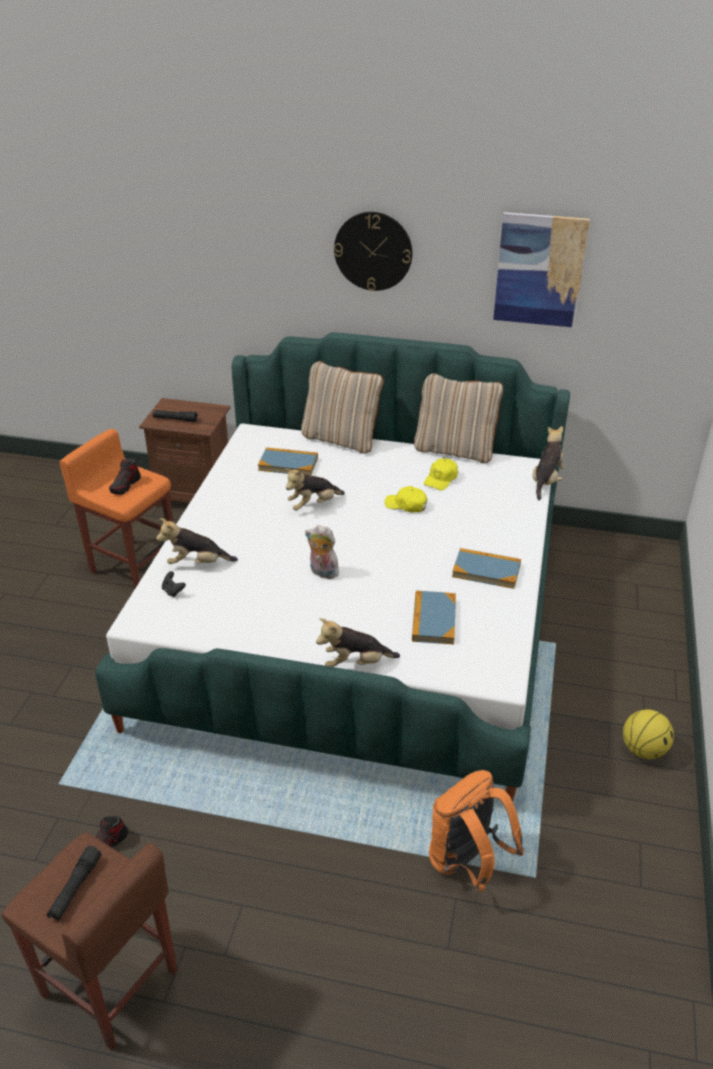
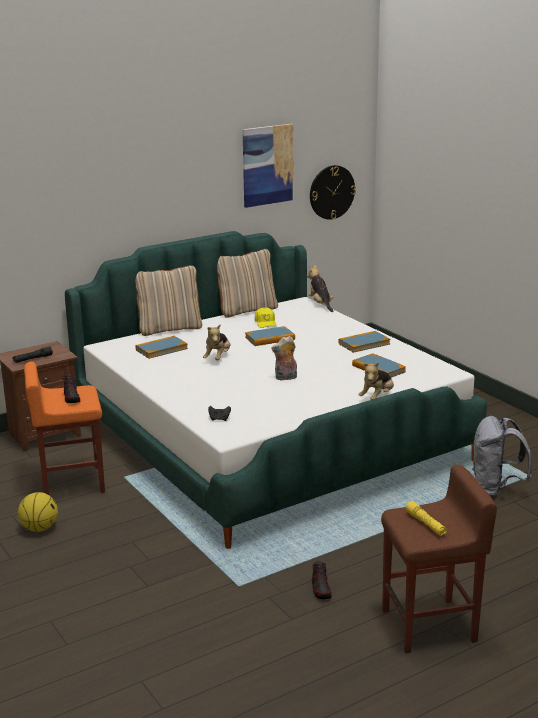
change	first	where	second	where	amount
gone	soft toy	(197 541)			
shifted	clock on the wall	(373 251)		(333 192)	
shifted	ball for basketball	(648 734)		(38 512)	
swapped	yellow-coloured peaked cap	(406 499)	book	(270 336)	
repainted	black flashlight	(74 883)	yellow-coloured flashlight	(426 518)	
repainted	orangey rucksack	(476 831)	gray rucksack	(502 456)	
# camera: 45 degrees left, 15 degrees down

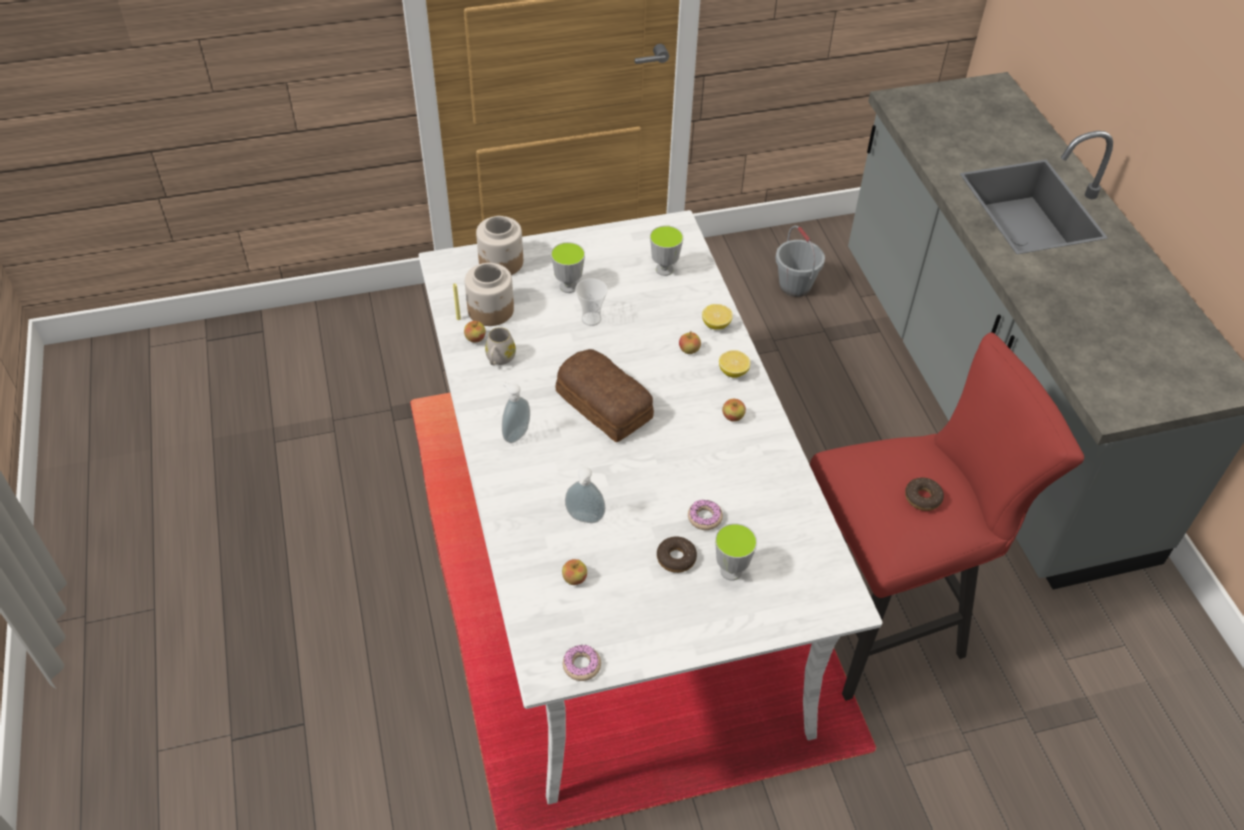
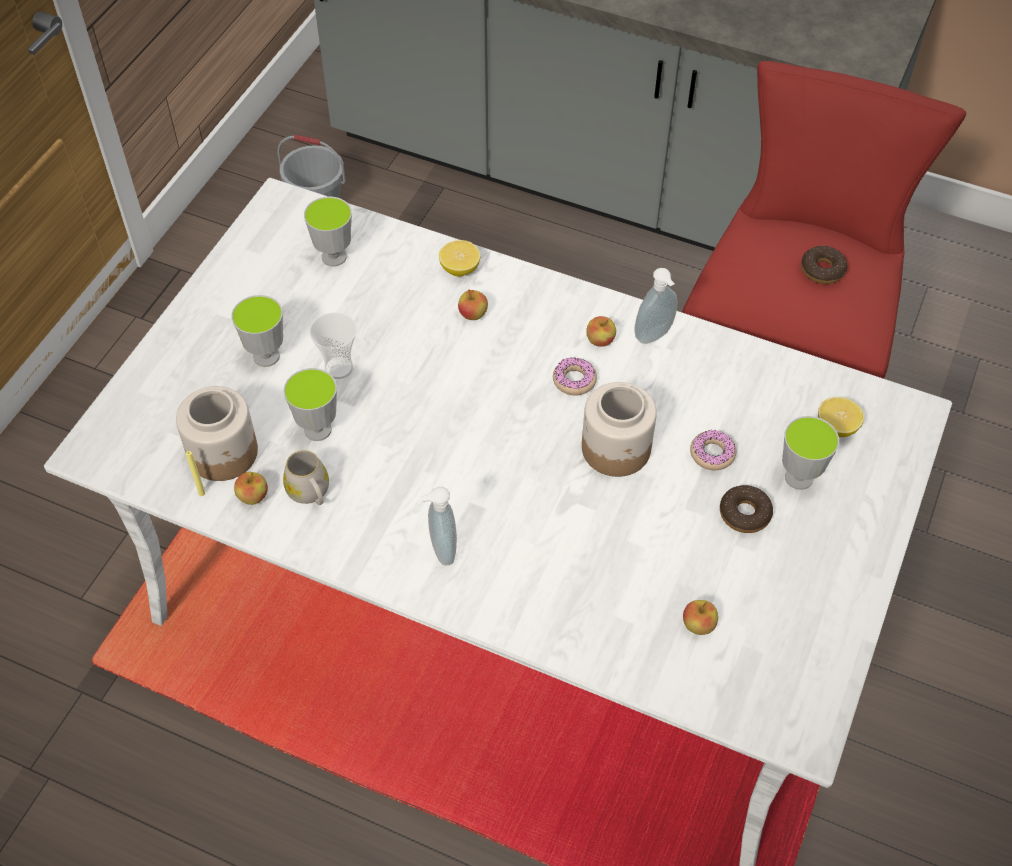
change	first	where	second	where	amount
gone	bread	(605 395)			
new			small cup	(310 404)	
shifted	storage jar	(499 245)		(619 429)	
shifted	doughnut	(582 663)		(575 376)	
shifted	liquid soap bottle	(585 495)		(655 306)	
shifted	whole lemon	(734 364)		(841 417)	
# camera: 50 degrees left, 5 degrees up

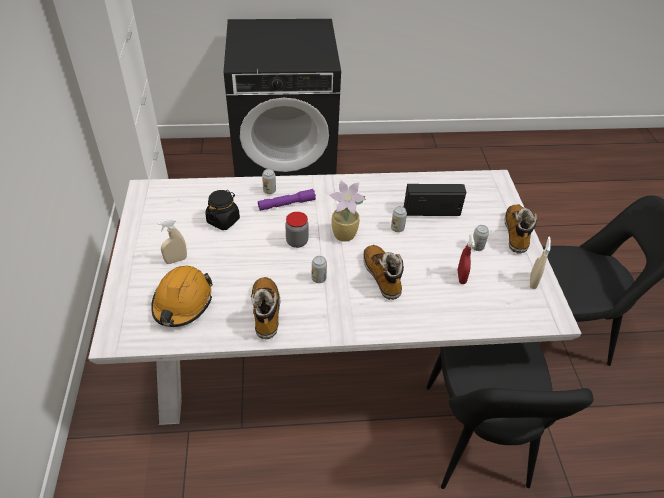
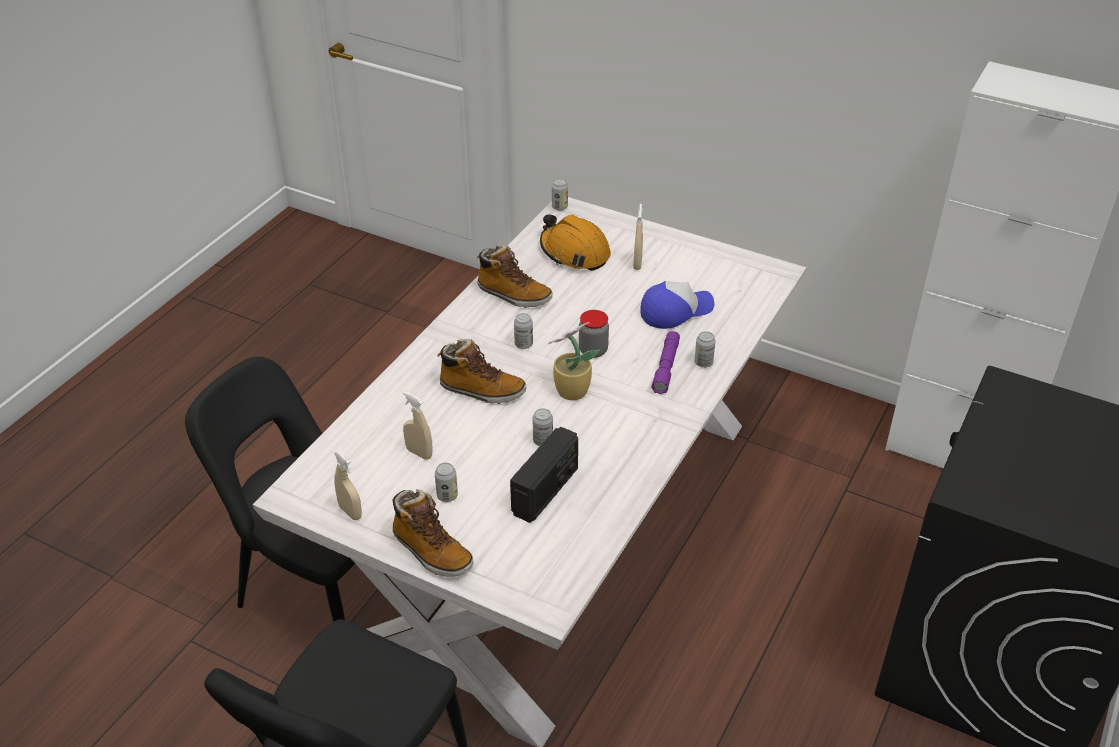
change	first	where	second	where	amount
new			can	(560 195)	
swapped	black storage jar	(222 210)	peaked cap	(677 305)	
repainted	red spray bottle	(466 259)	beige spray bottle	(417 425)	
# camera: 125 degrees right, 5 degrees down

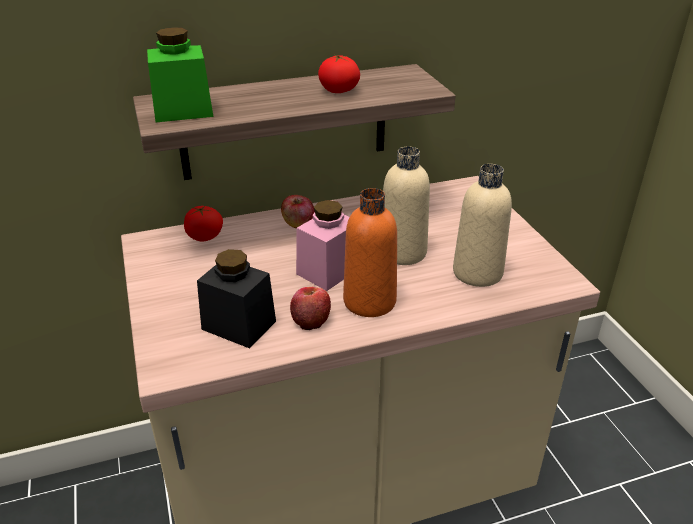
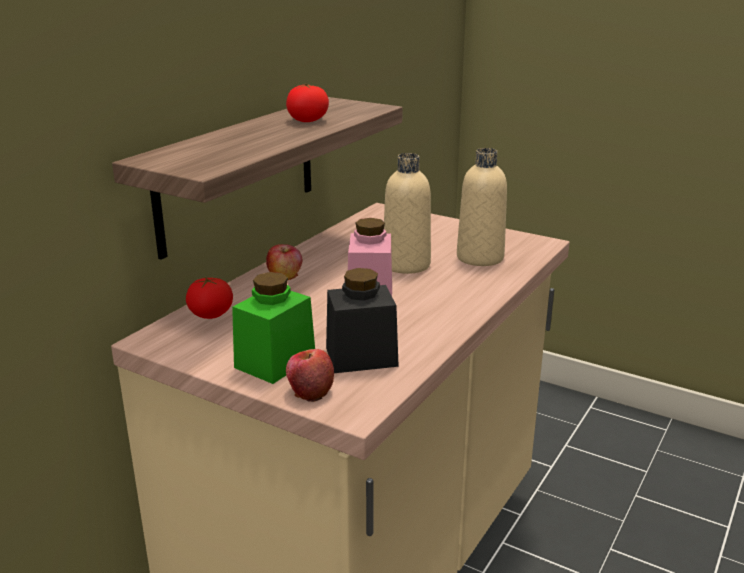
change	first	where	second	where	amount
gone	orangey bottle	(370 252)			
shifted	green-coloured storage jar	(180 74)		(273 328)	
shifted	apple fruit	(310 308)		(310 375)	
# camera: 40 degrees left, 10 degrees down

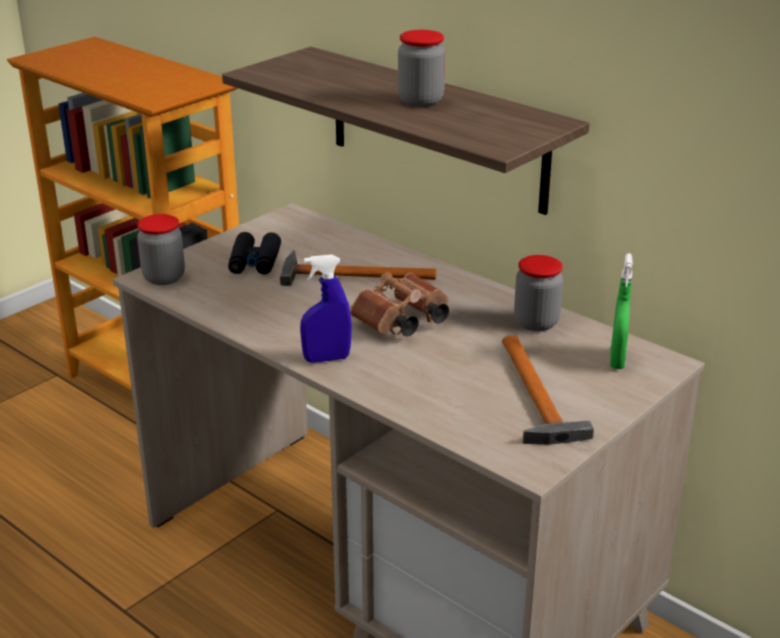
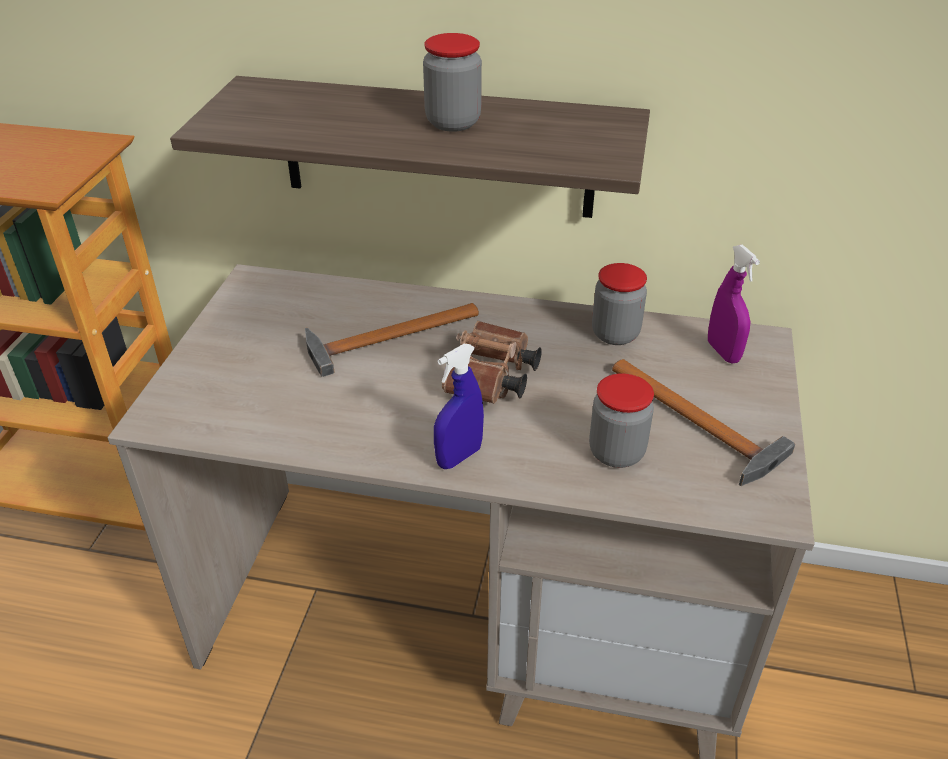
change	first	where	second	where	amount
gone	black field glasses	(254 253)			
shifted	storage jar	(161 249)		(621 420)	
repainted	green-coloured spray bottle	(621 311)	purple-coloured spray bottle	(734 303)	
# camera: 30 degrees left, 10 degrees up

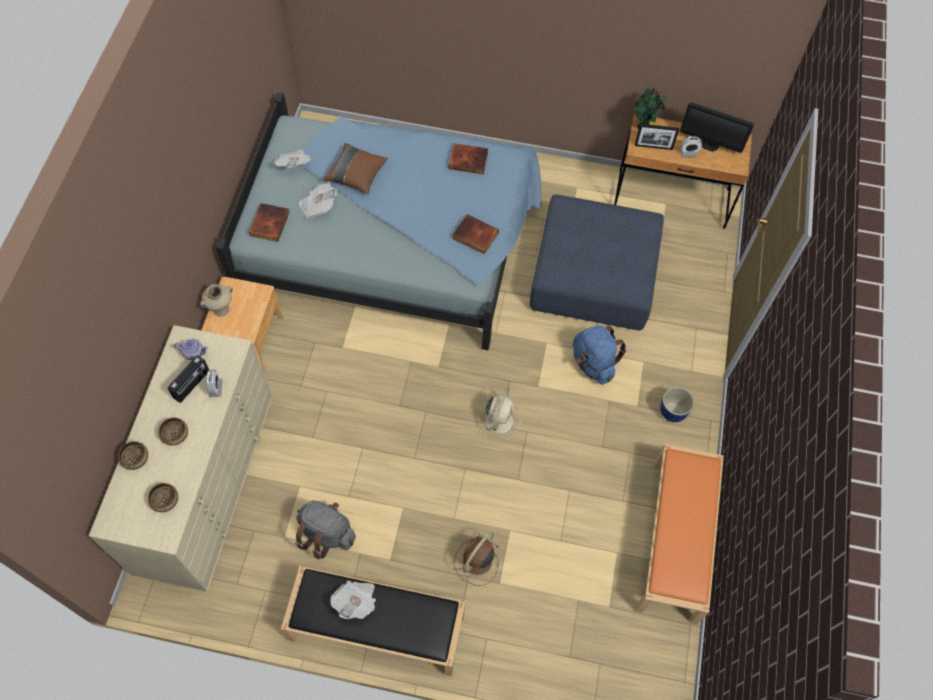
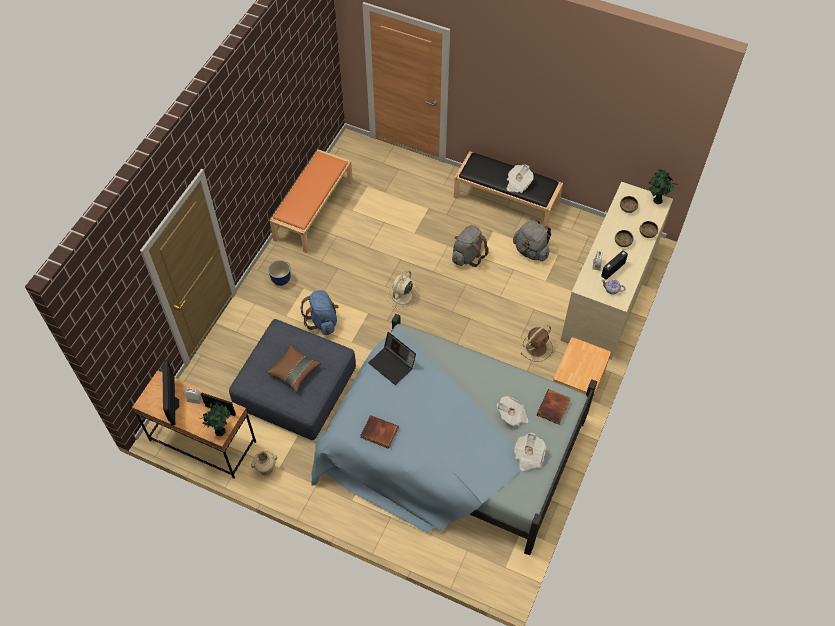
change	first	where	second	where	amount
new			gray rucksack	(470 246)	
new			houseplant	(663 186)	
shifted	beige vase	(216 300)		(264 463)	
shifted	brown throw pillow	(355 169)		(294 368)	
shifted	brown cooling fan	(476 559)		(537 343)	
swapped	book	(475 234)	laptop	(392 358)	
rotated	computer display	(717 127)		(170 392)	45 degrees clockwise
# camera: 165 degrees left, 5 degrees down

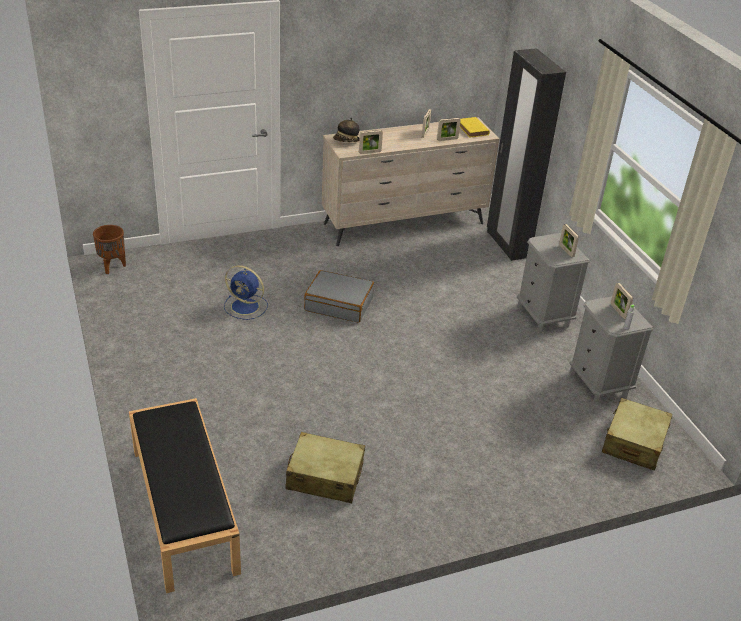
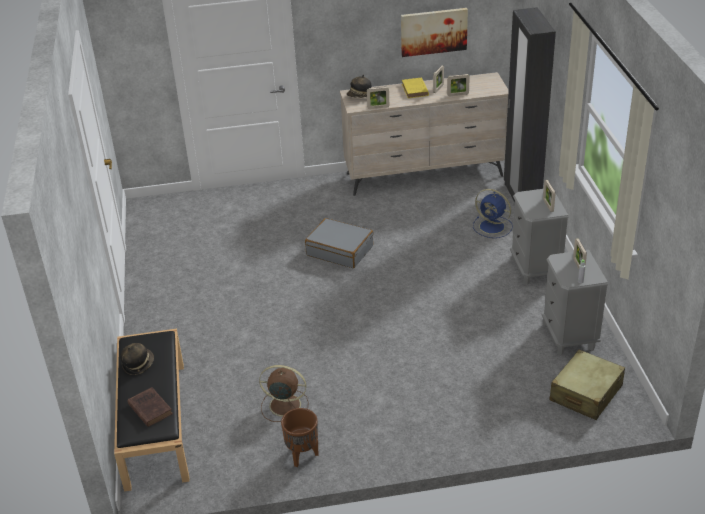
change	first	where	second	where	amount
new			wearable hat	(137 359)	
new			brown book	(150 407)	
new			wall picture	(434 32)	
shifted	brown planter	(109 249)		(299 437)	
shifted	blue cooling fan	(246 292)		(493 213)	
shifted	yellow-coloured book	(475 127)		(415 88)	
swapped	beige travel case	(325 467)	brown cooling fan	(284 393)	
# camera: 15 degrees right, 0 degrees up

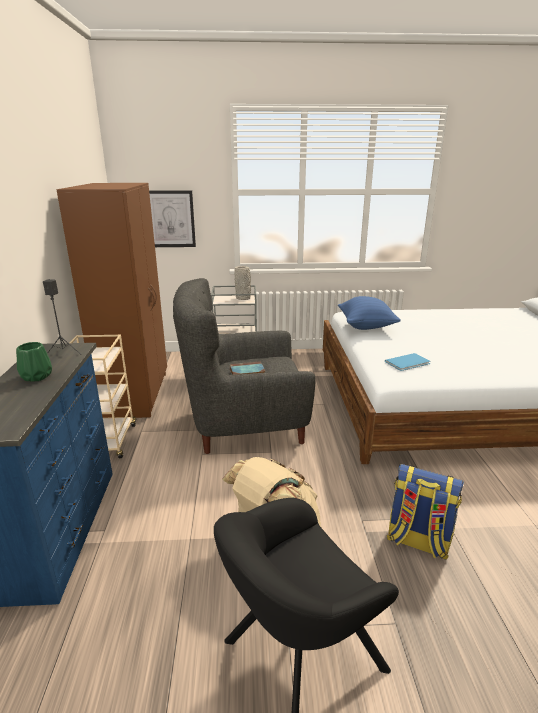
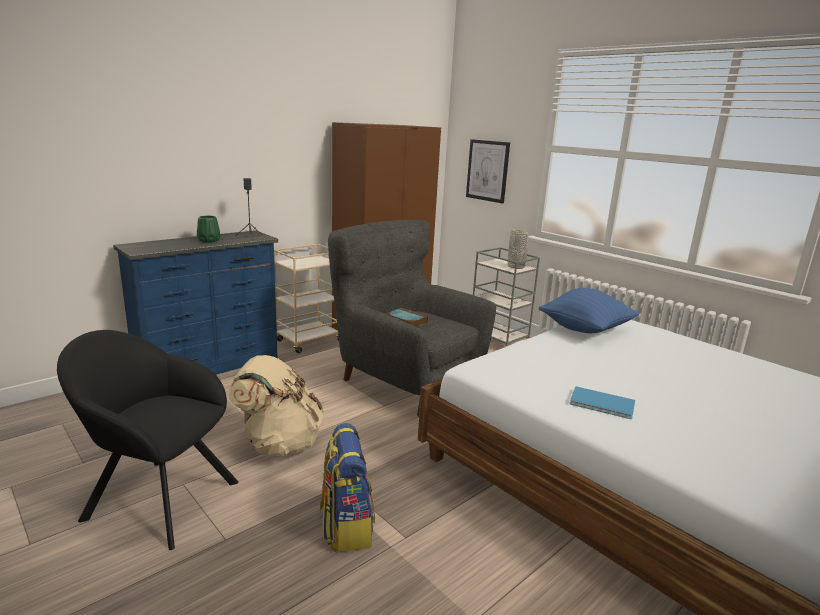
change	first	where	second	where	amount
shifted	blue book	(408 362)		(602 402)	
# camera: 50 degrees right, 5 degrees down

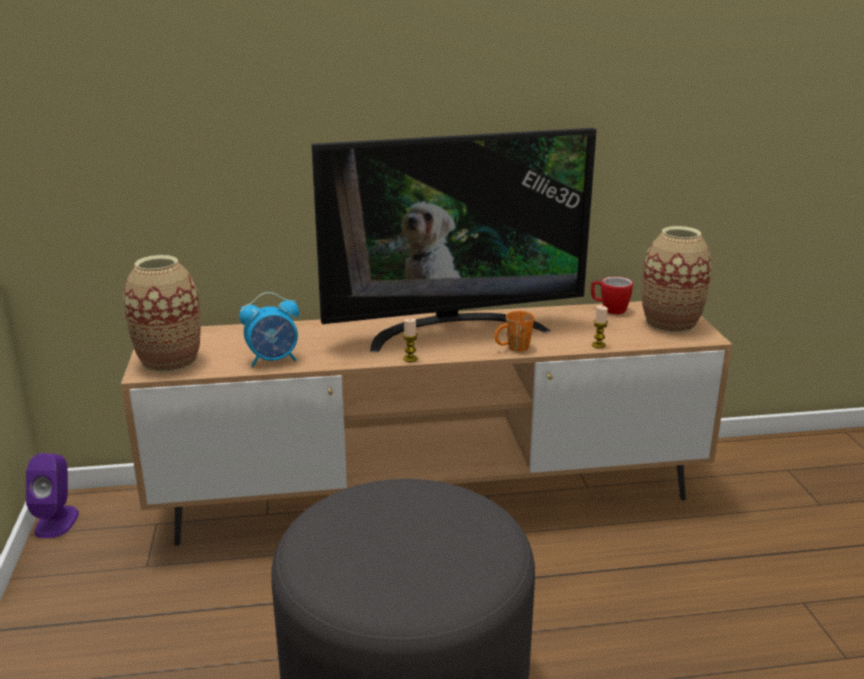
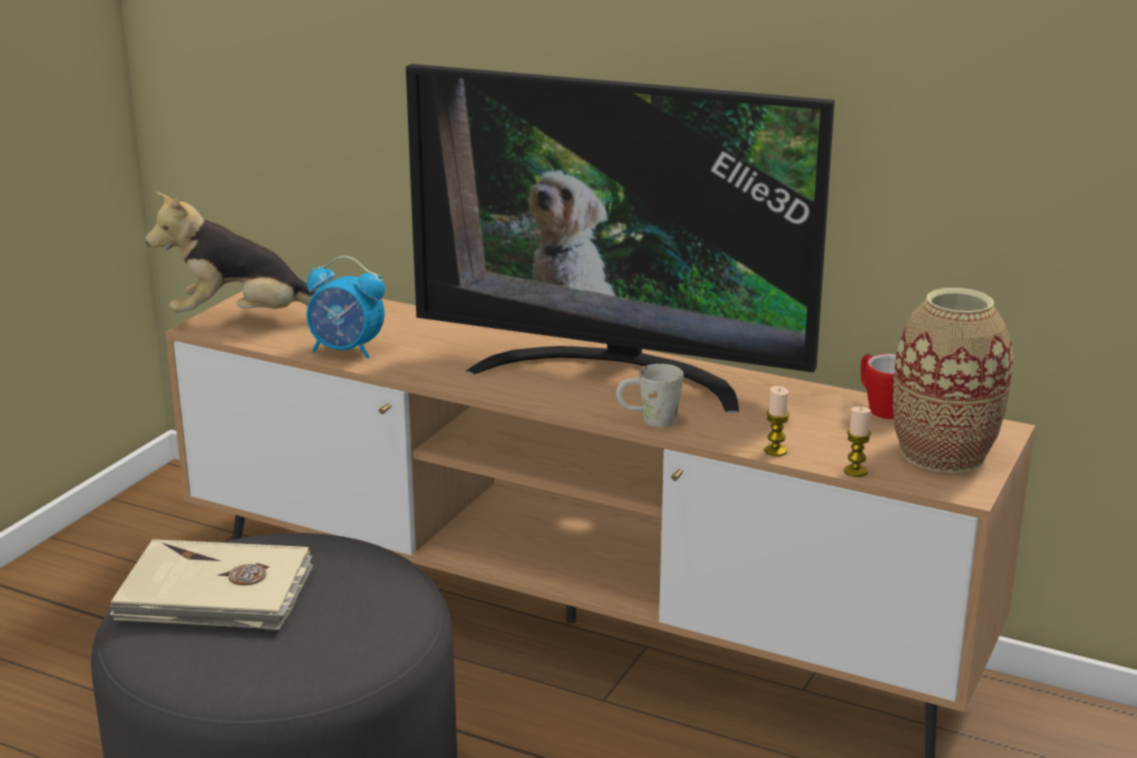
change	first	where	second	where	amount
gone	purple-coloured audio speaker	(52 495)			
new			beige book	(211 584)	
shifted	candle	(410 340)		(857 441)	
swapped	vase	(162 314)	soft toy	(230 252)	
repainted	orangey mug	(514 331)	whitish mug	(650 396)	
# camera: 35 degrees right, 0 degrees up

